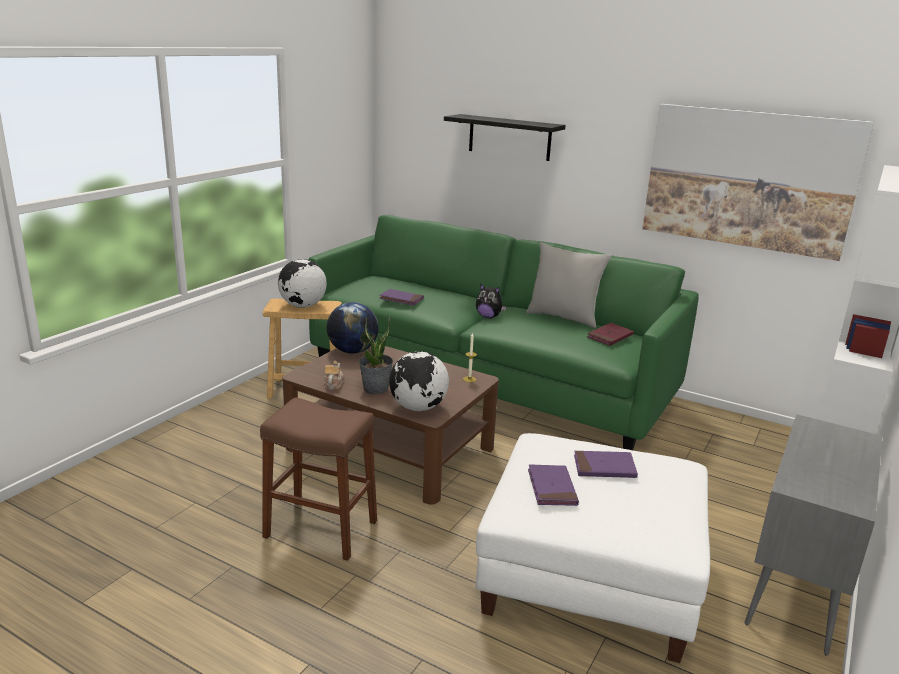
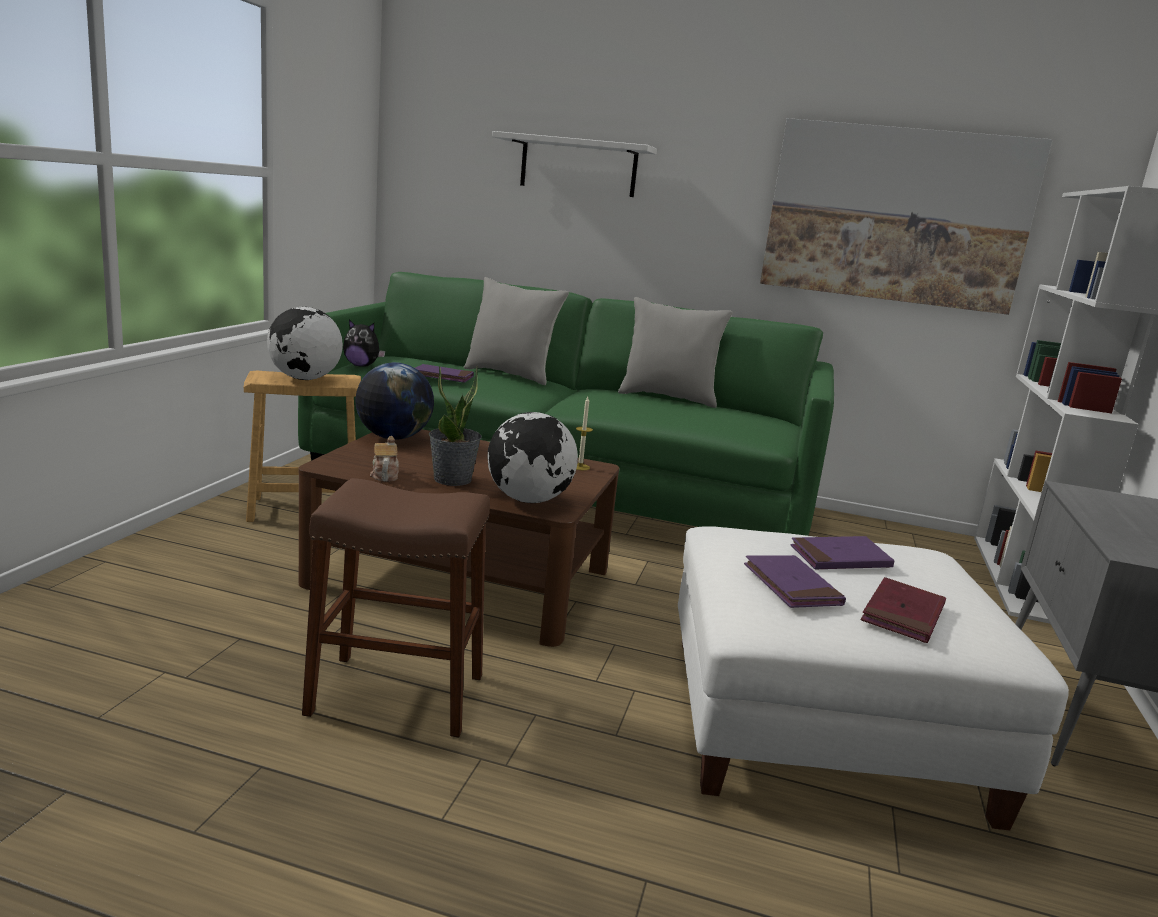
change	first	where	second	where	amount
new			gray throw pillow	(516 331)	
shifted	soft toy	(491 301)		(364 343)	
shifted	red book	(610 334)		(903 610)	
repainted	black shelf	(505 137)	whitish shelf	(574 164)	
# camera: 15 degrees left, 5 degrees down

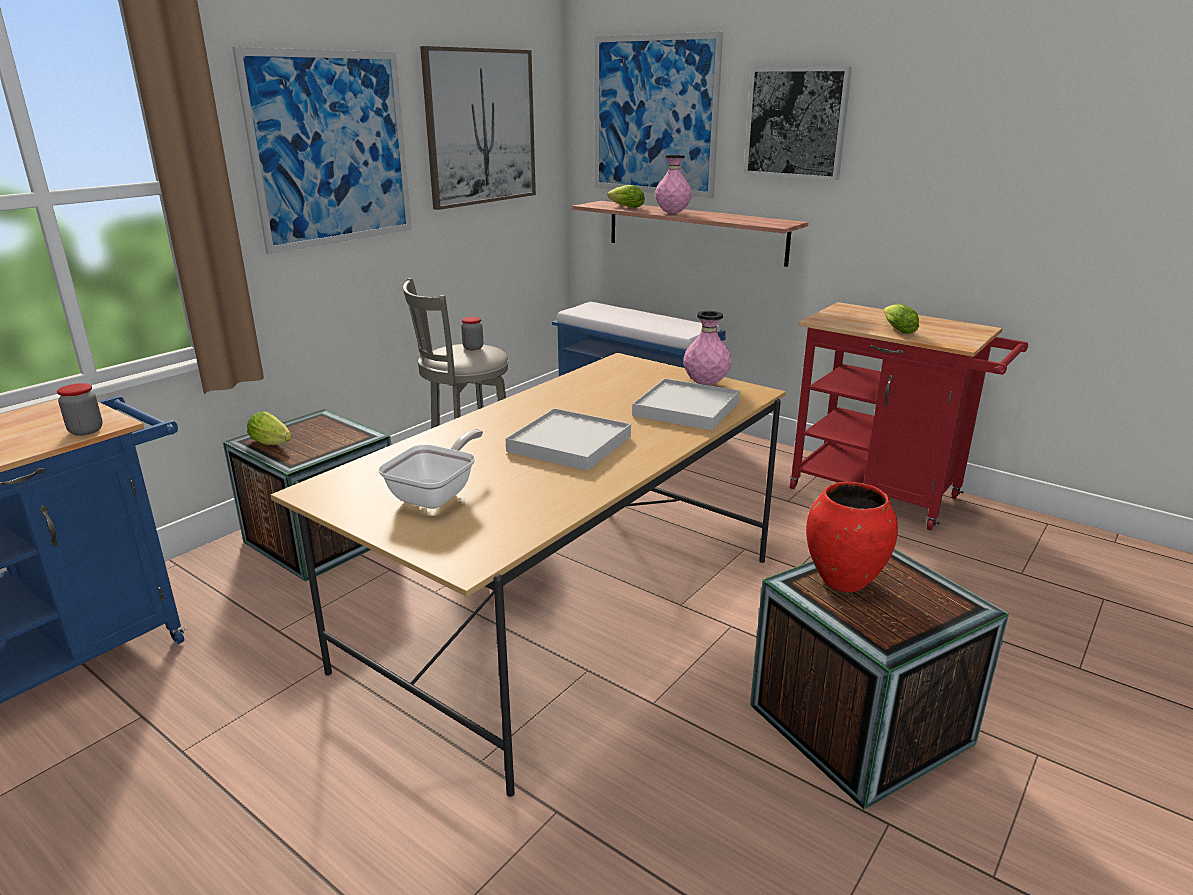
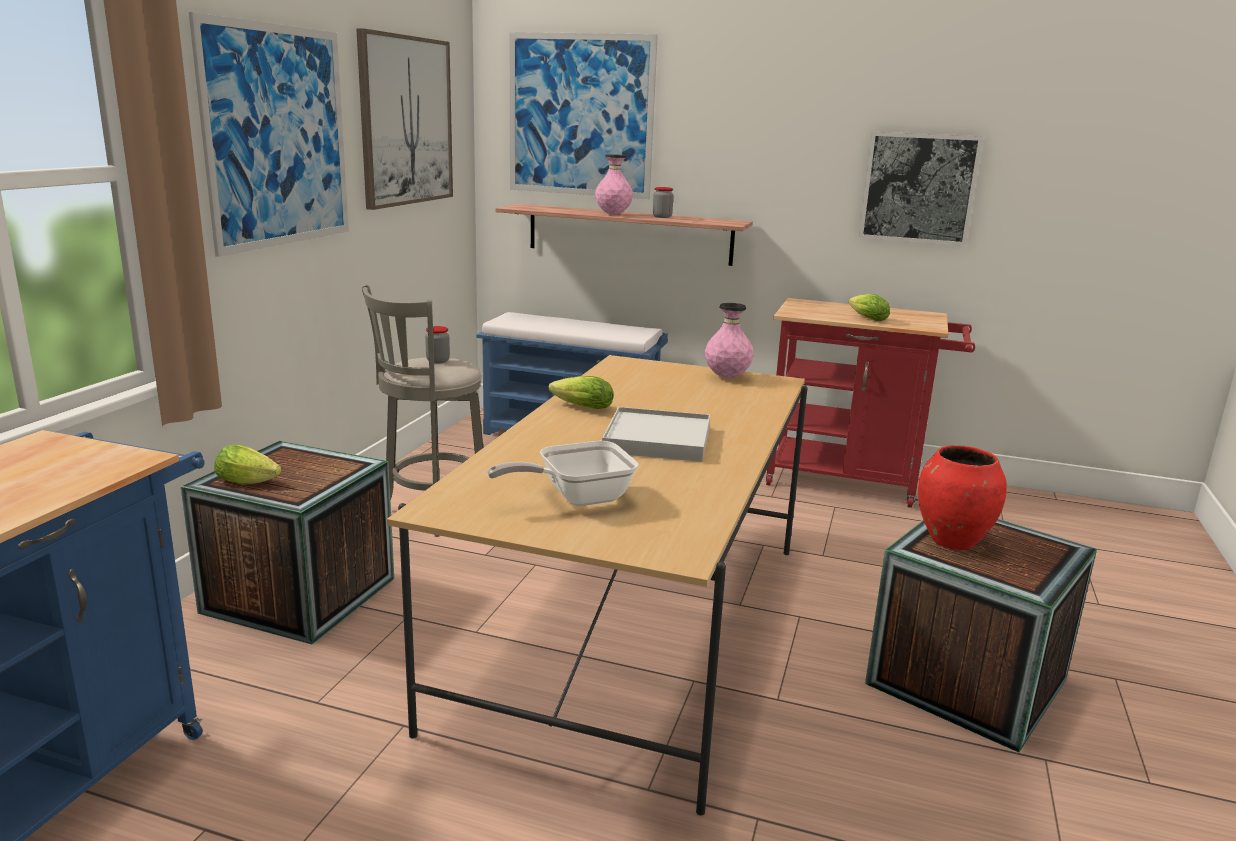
change	first	where	second	where	amount
gone	whitish tray	(686 404)			
shifted	storage jar	(79 409)		(663 202)	
shifted	lettuce	(626 196)		(581 392)	
shifted	wall picture	(798 123)		(921 189)	
rotated	frying pan	(430 469)		(562 473)	120 degrees counterclockwise
# camera: 20 degrees left, 5 degrees down

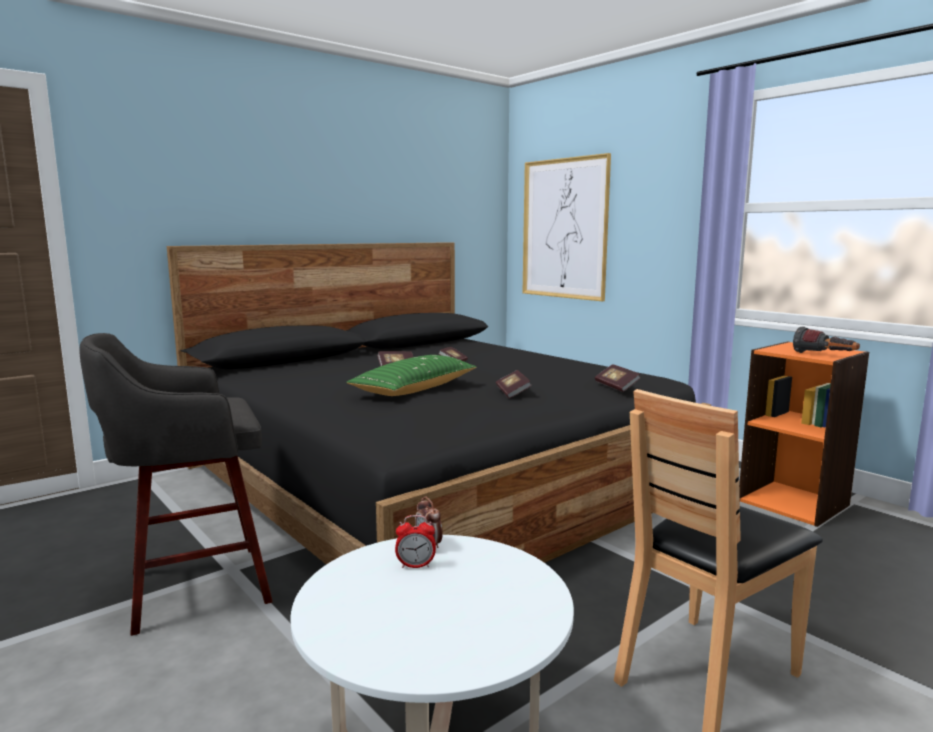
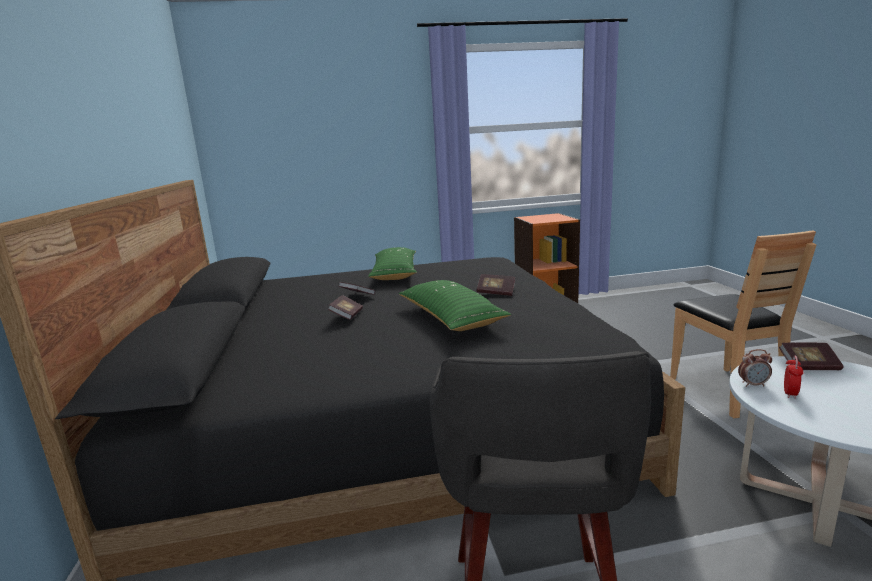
change	first	where	second	where	amount
gone	wall picture	(566 227)			
gone	flashlight	(826 339)			
new			green-coloured throw pillow	(392 263)	
shifted	book	(617 378)		(811 356)	
# camera: 60 degrees left, 5 degrees up

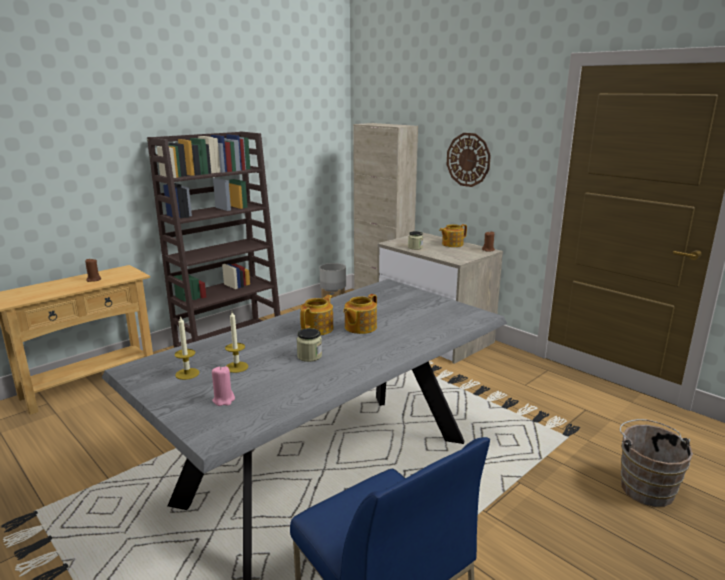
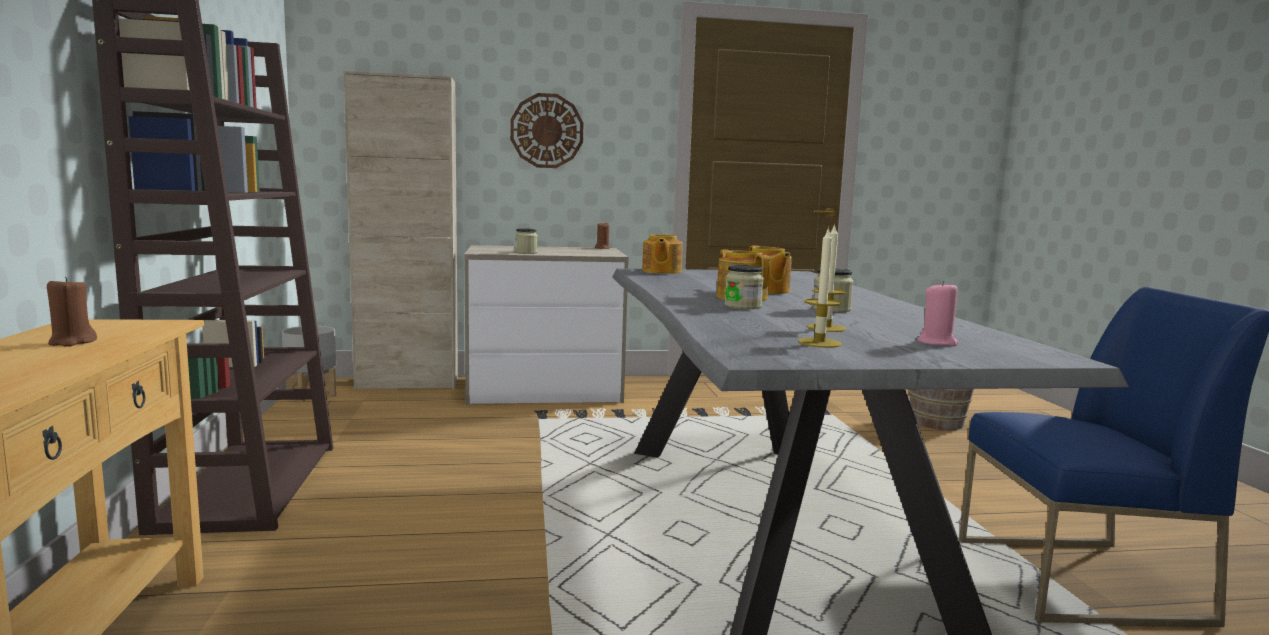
change	first	where	second	where	amount
new			storage jar	(744 287)	
shifted	tea pot	(453 235)		(662 254)	
# camera: 55 degrees left, 10 degrees down

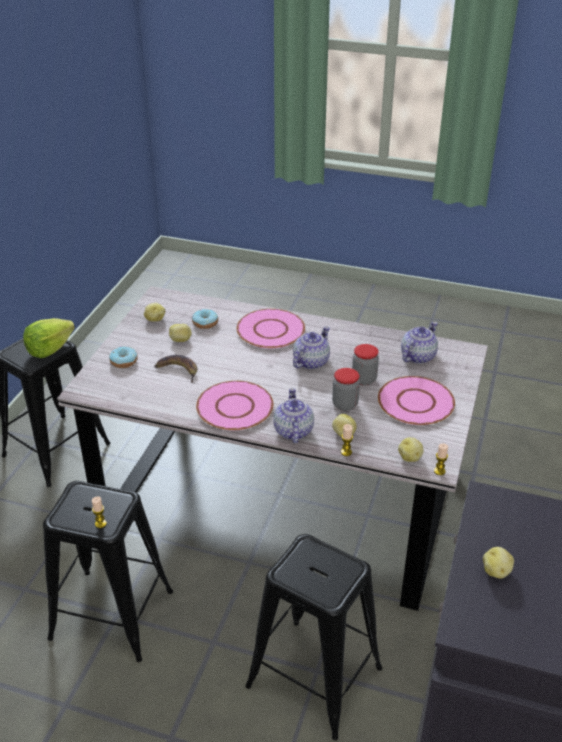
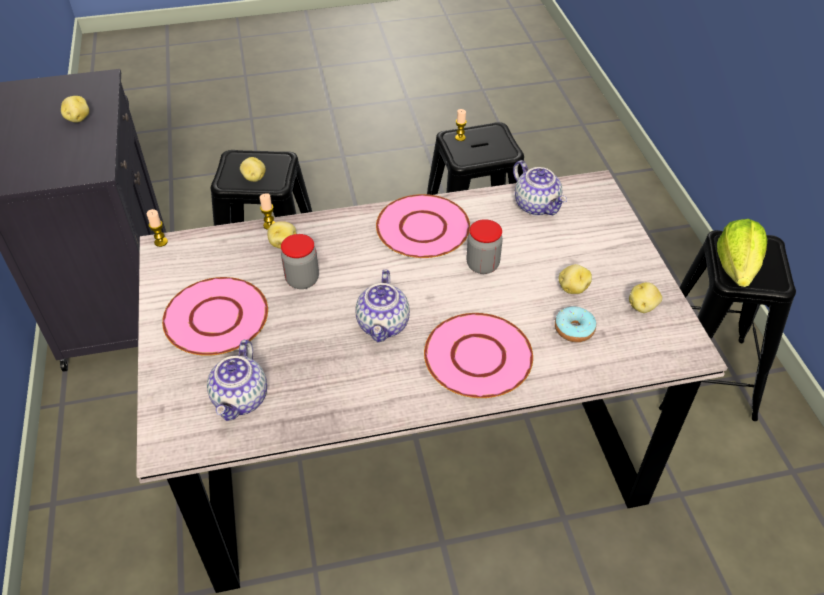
change	first	where	second	where	amount
gone	doughnut	(123 357)			
gone	banana fruit	(176 369)			
shifted	tea pot	(293 416)		(540 188)	
shifted	storage jar	(365 365)		(484 246)	
shifted	potato	(411 449)		(253 169)	
# camera: 150 degrees right, 10 degrees up

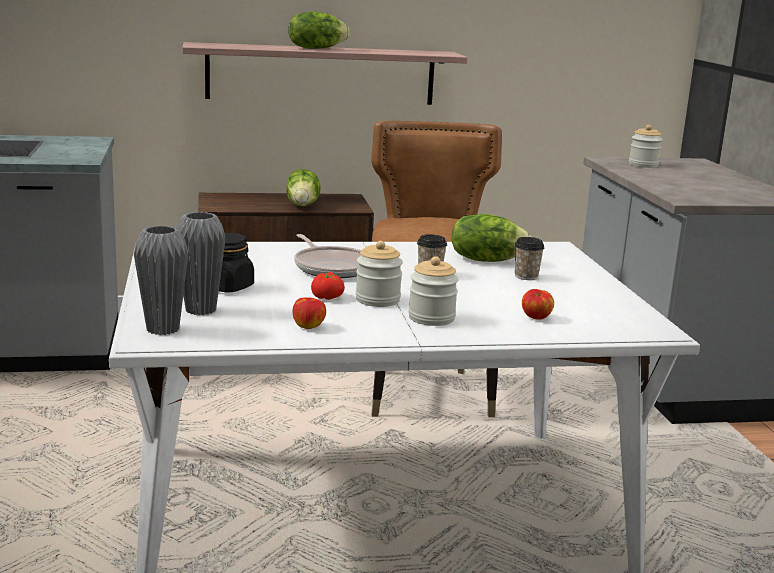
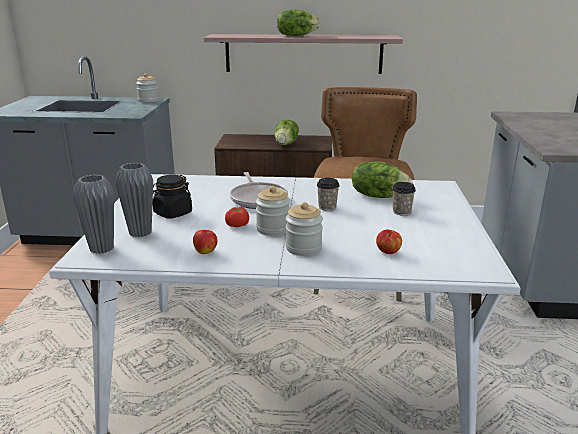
change	first	where	second	where	amount
shifted	storage jar	(646 146)		(147 88)	
# camera: 15 degrees right, 5 degrees up

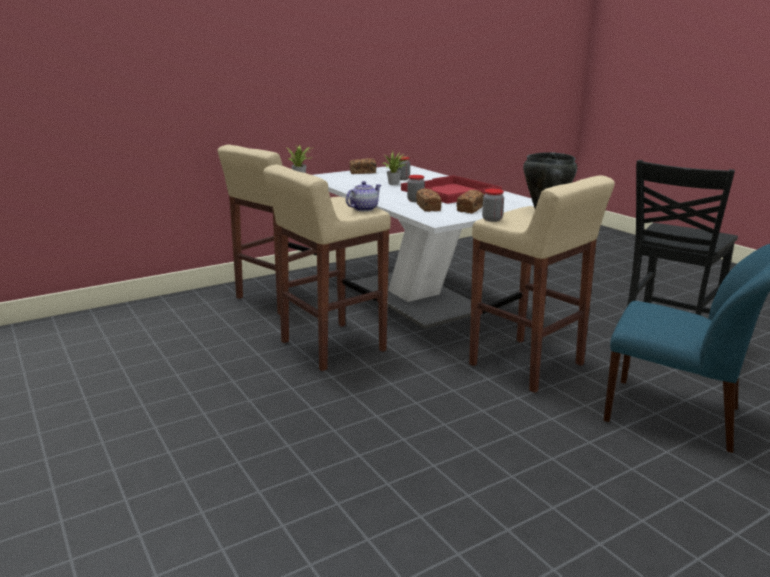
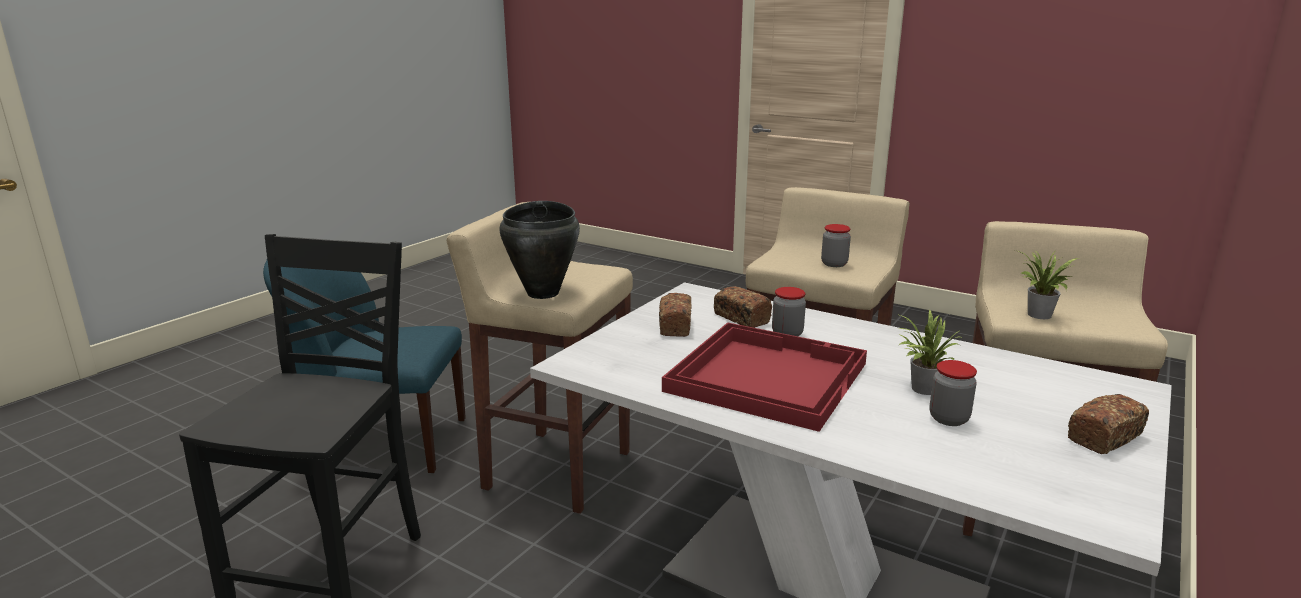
change	first	where	second	where	amount
gone	tea pot	(363 196)			
shifted	storage jar	(493 205)		(836 245)	
# camera: 155 degrees right, 0 degrees up

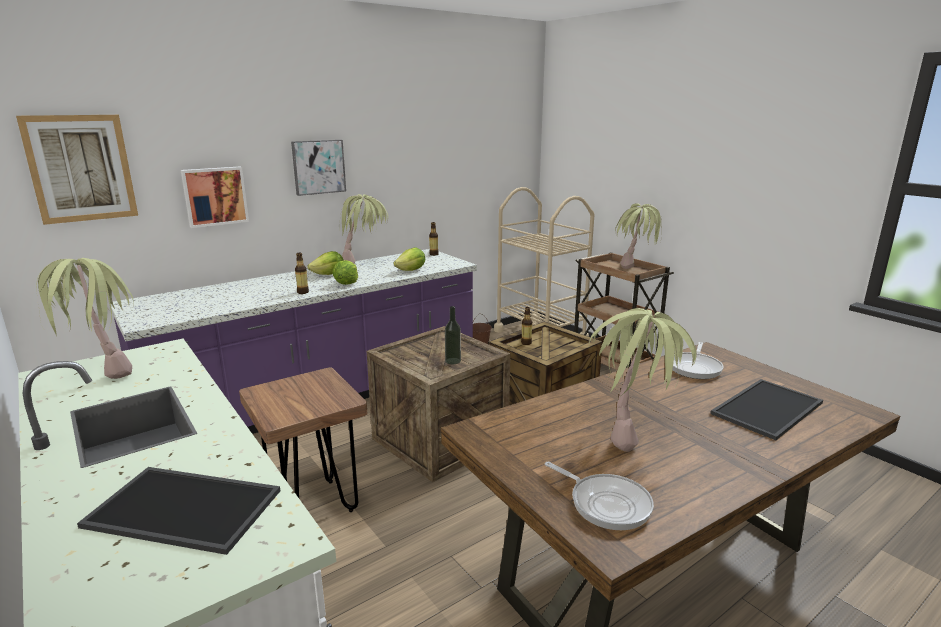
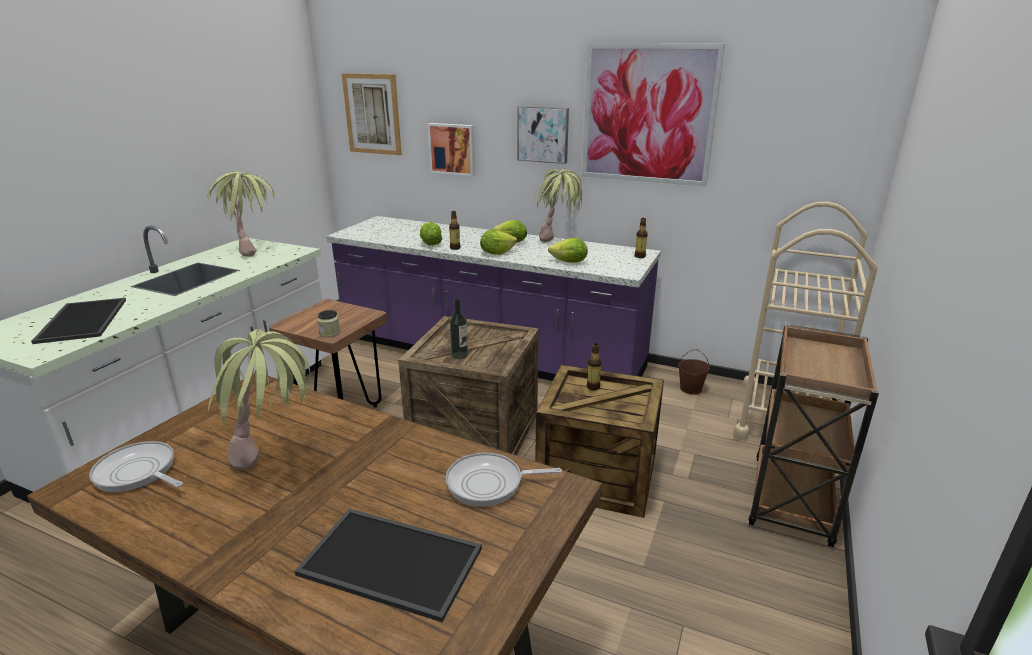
change	first	where	second	where	amount
gone	houseplant	(638 236)			
new			storage jar	(328 323)	
new			lettuce	(431 233)	
new			wall picture	(653 115)	
rotated	frying pan	(599 496)		(136 466)	105 degrees clockwise
# camera: 60 degrees right, 5 degrees up

